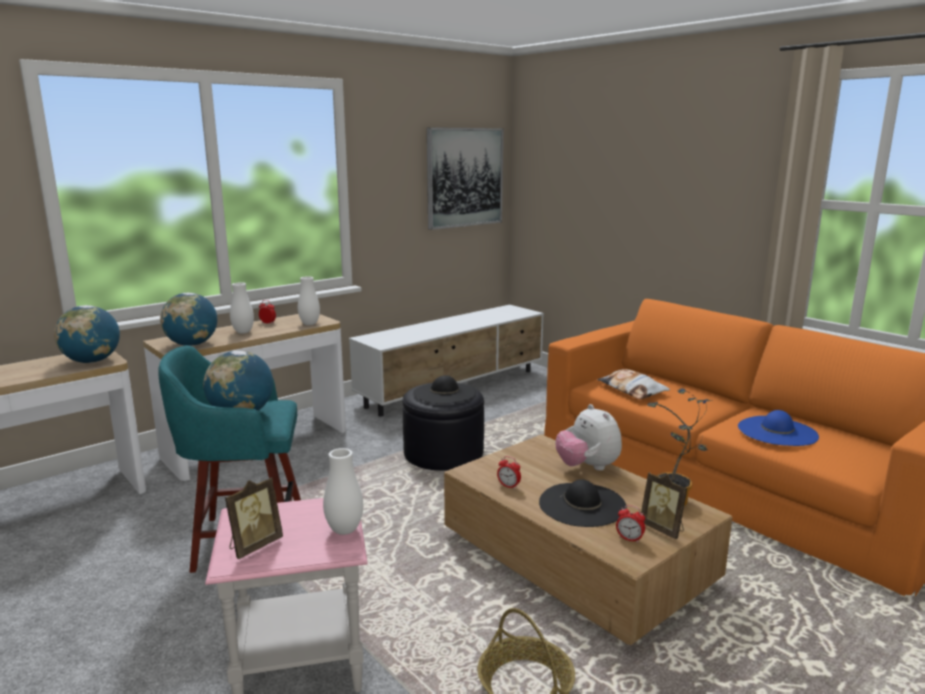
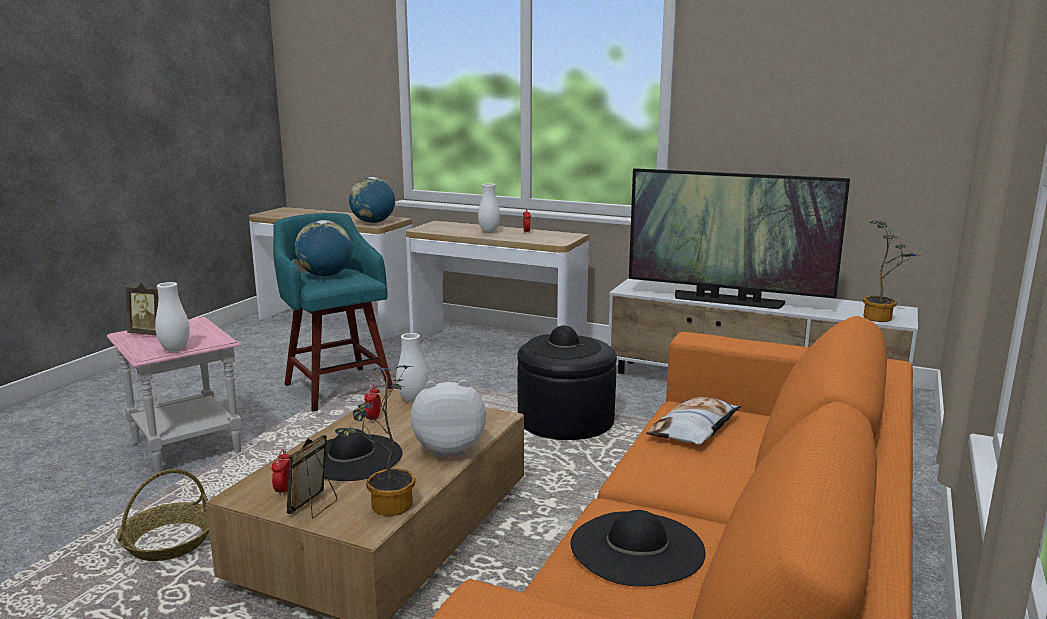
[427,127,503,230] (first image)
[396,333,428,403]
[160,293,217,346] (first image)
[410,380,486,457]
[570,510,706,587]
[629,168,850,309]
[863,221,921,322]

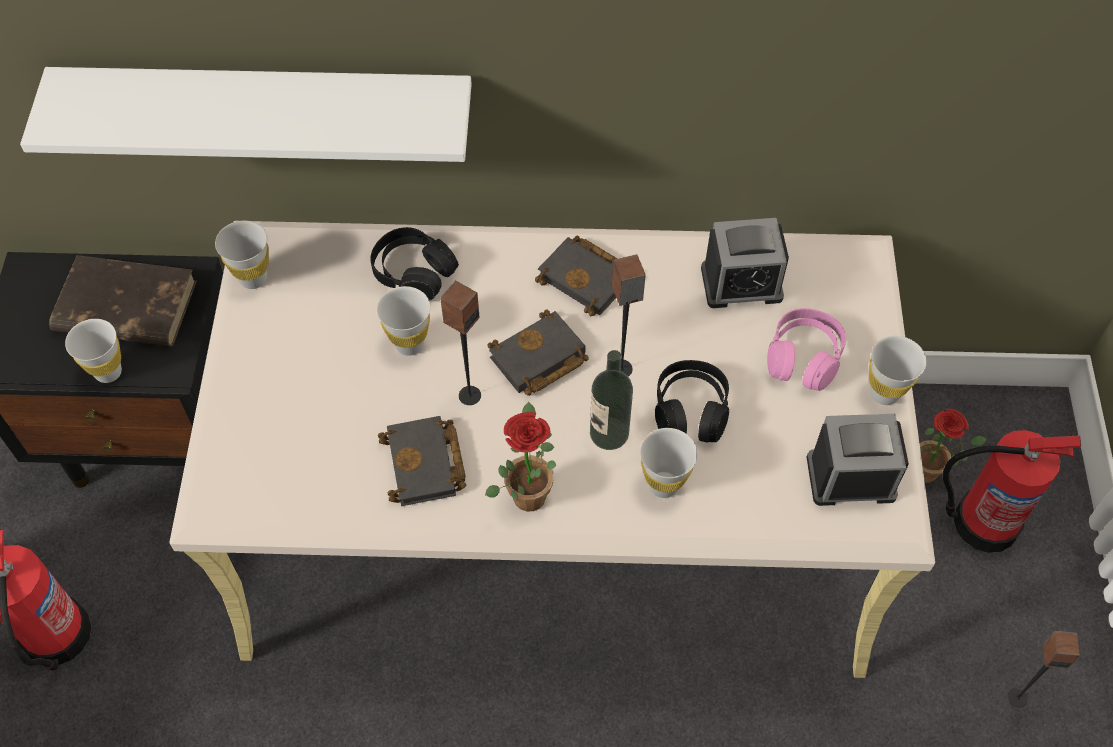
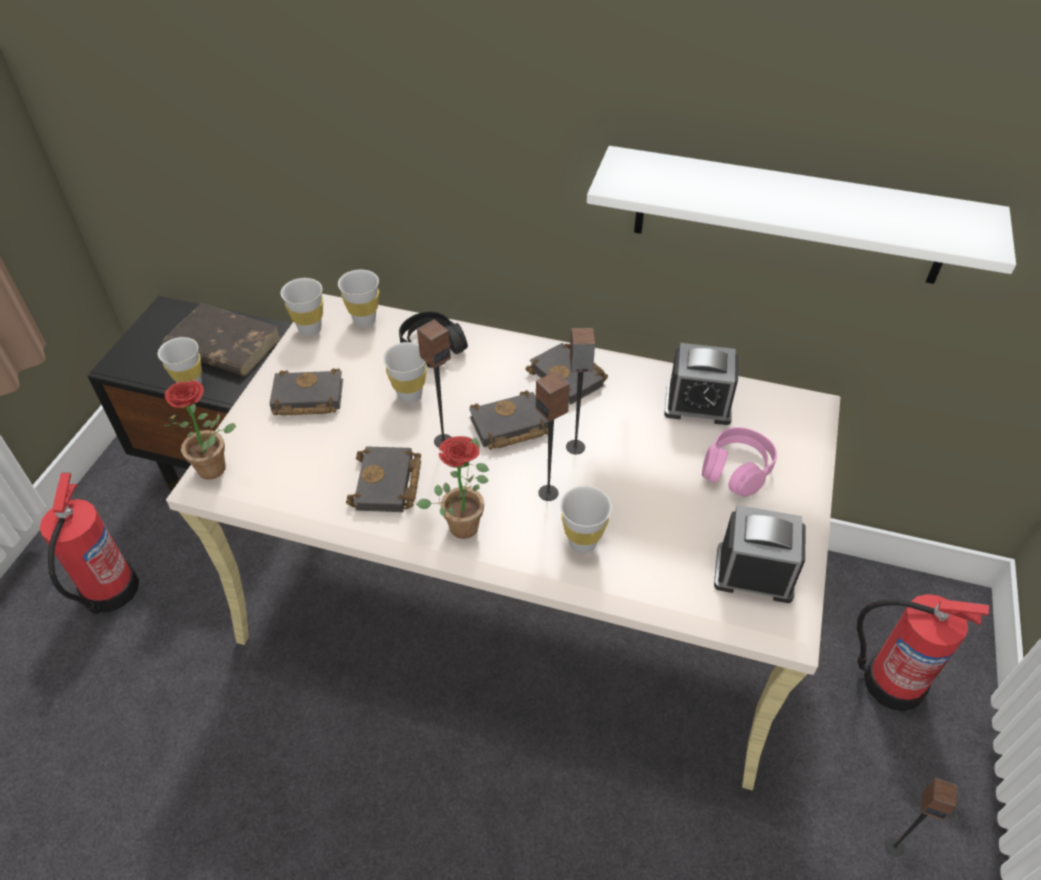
[587,146,1016,284]
[338,270,379,327]
[536,371,570,501]
[655,360,729,443] (first image)
[163,380,236,479]
[269,368,343,416]

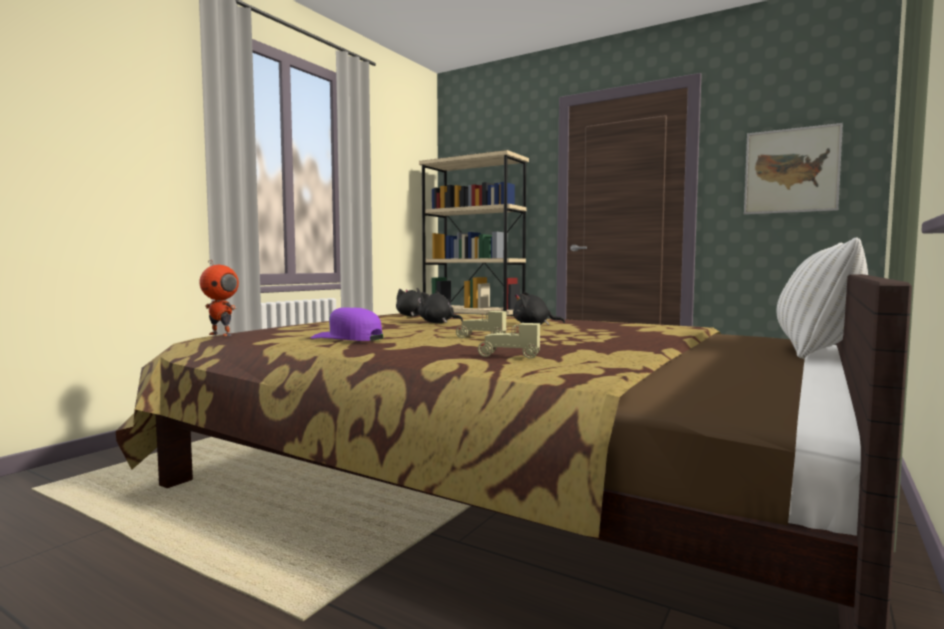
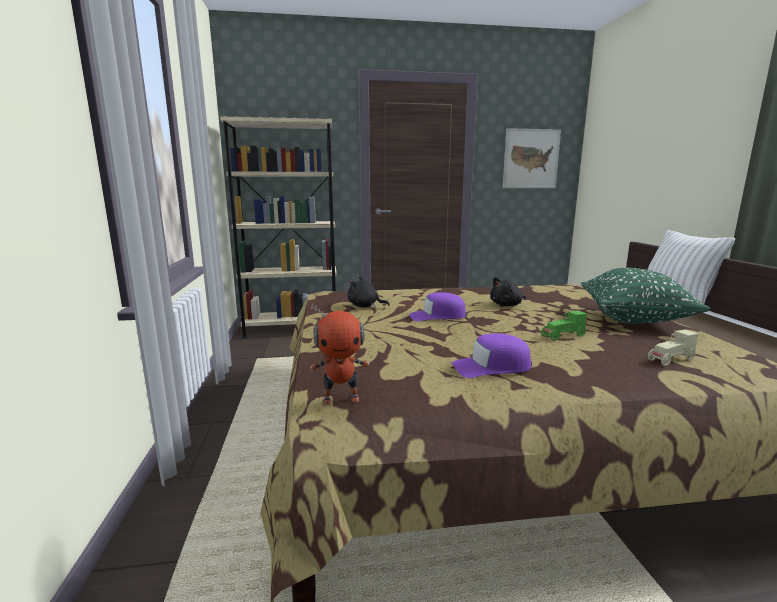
[409,292,467,321]
[541,311,587,341]
[581,267,710,324]

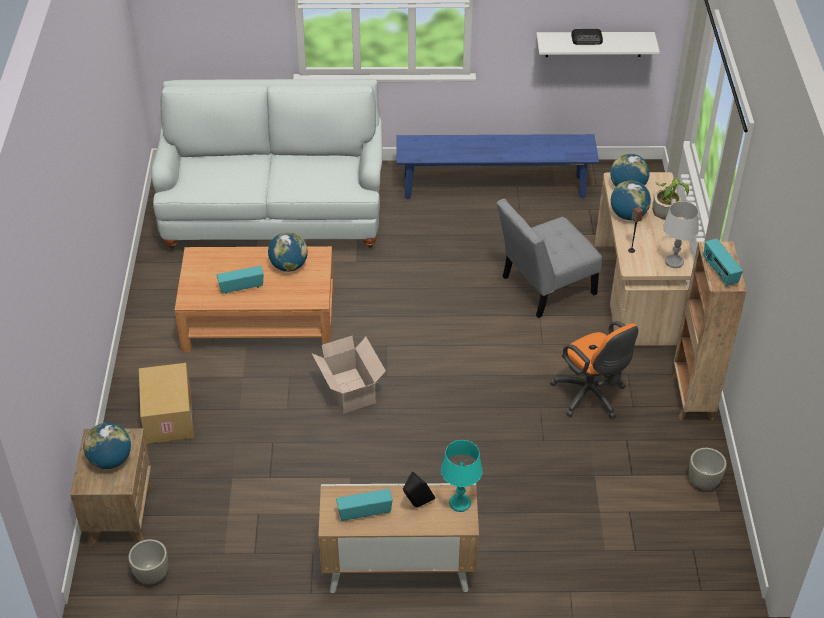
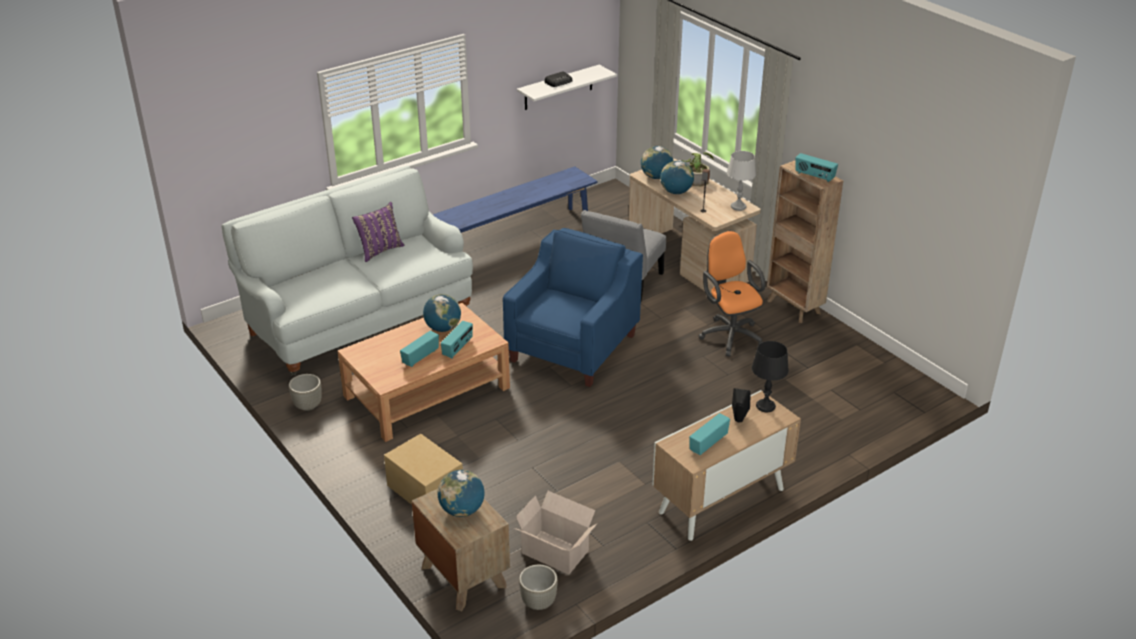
[699,231,766,356]
[514,491,598,574]
[752,341,789,412]
[289,374,322,411]
[352,202,405,262]
[503,228,643,387]
[441,321,473,358]

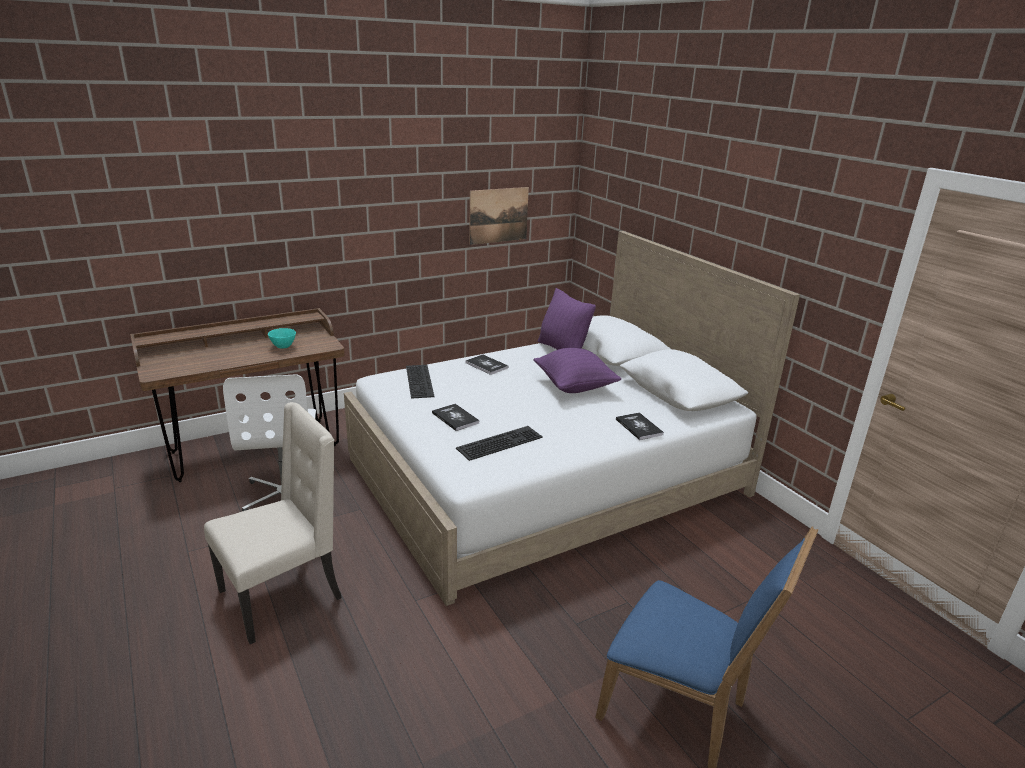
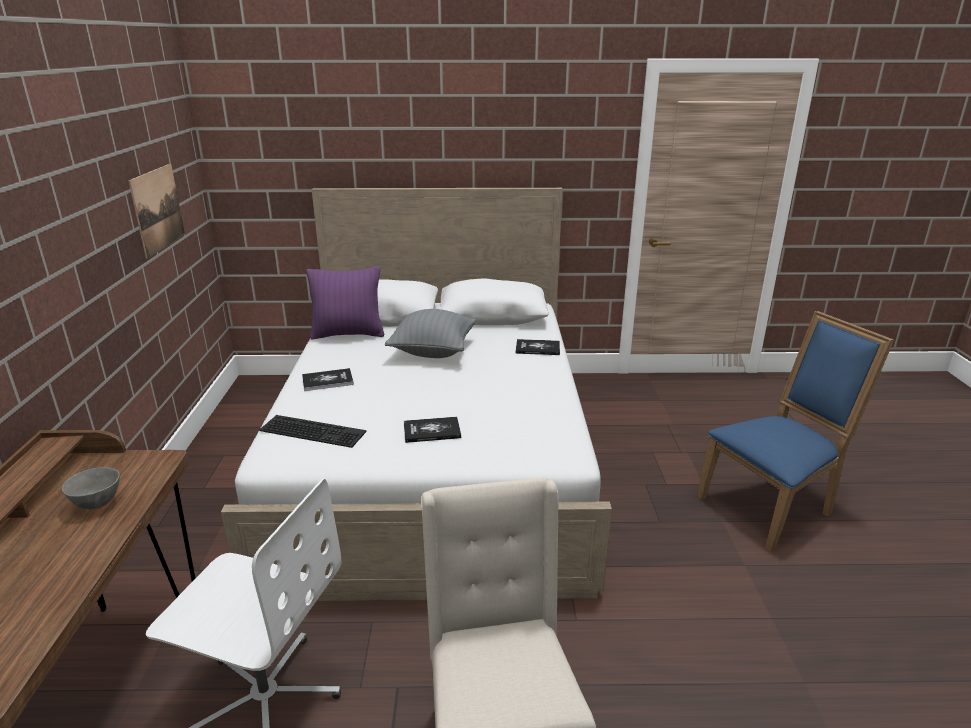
[62,467,120,510]
[385,309,476,358]
[456,426,543,461] (first image)

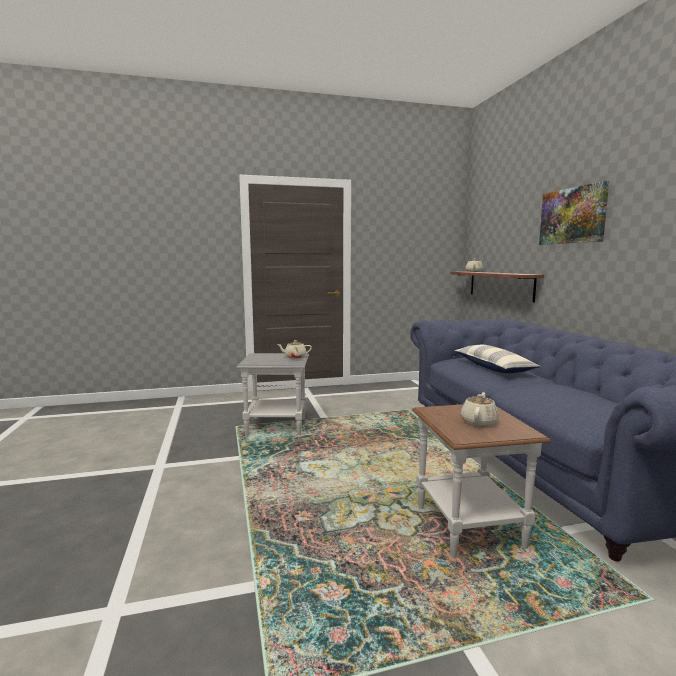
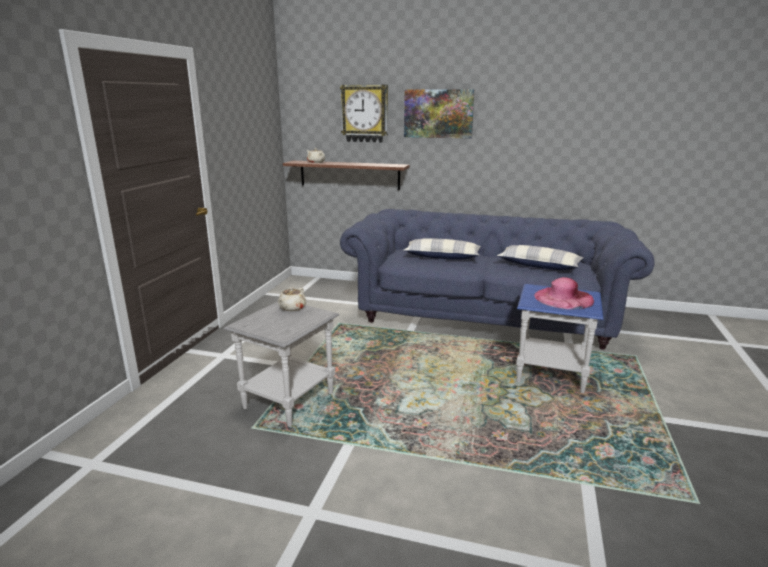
[534,277,594,310]
[516,284,604,393]
[340,85,388,142]
[497,245,583,270]

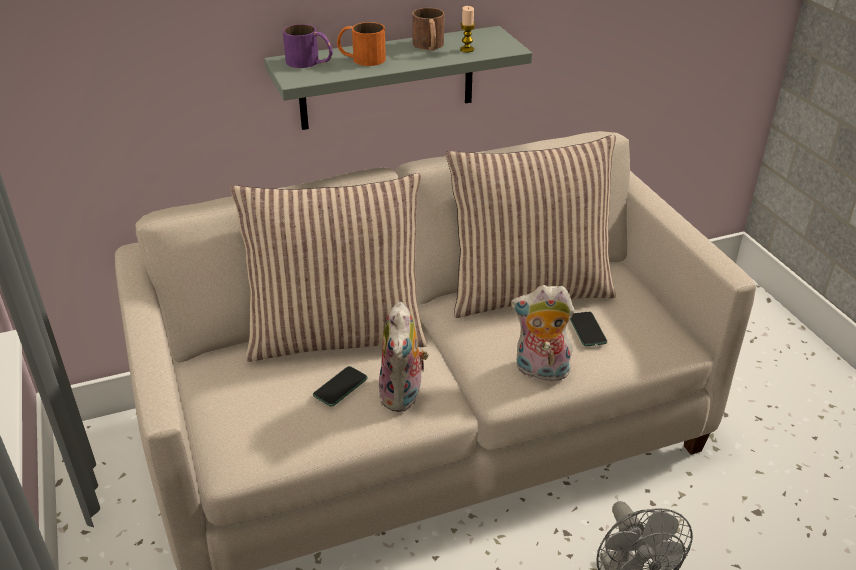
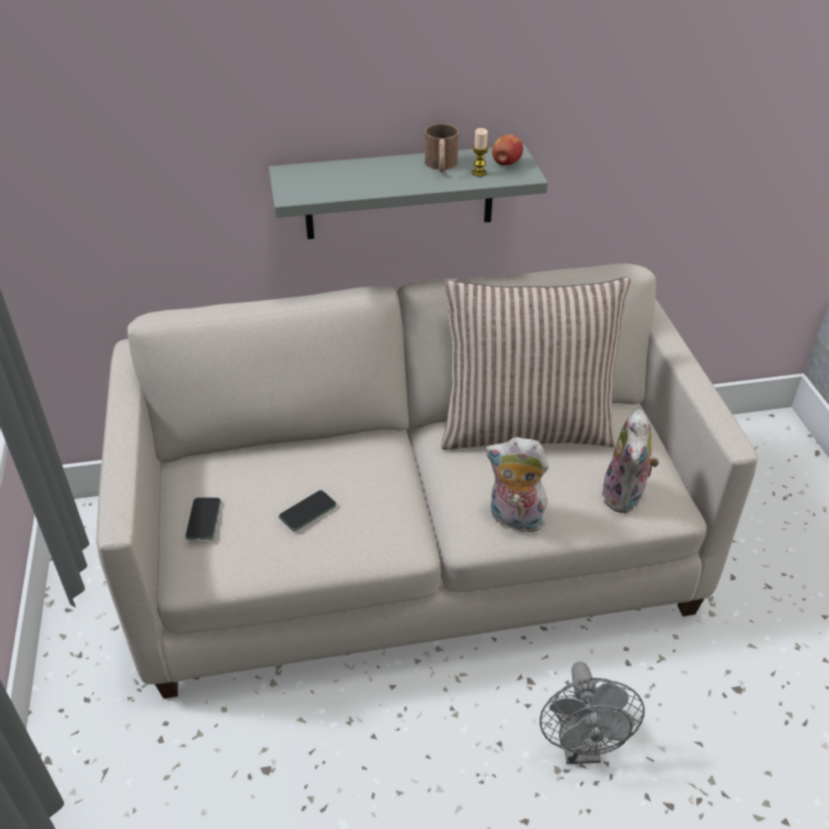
[337,22,386,66] (first image)
[283,24,333,68] (first image)
[231,173,427,362] (first image)
[601,409,659,513]
[185,498,221,540]
[492,134,523,165]

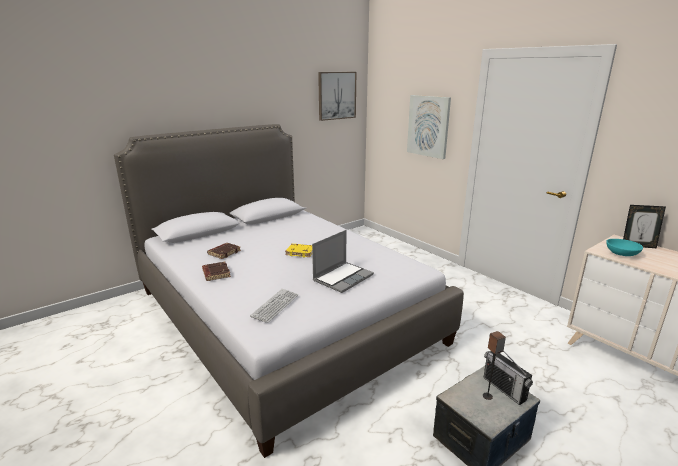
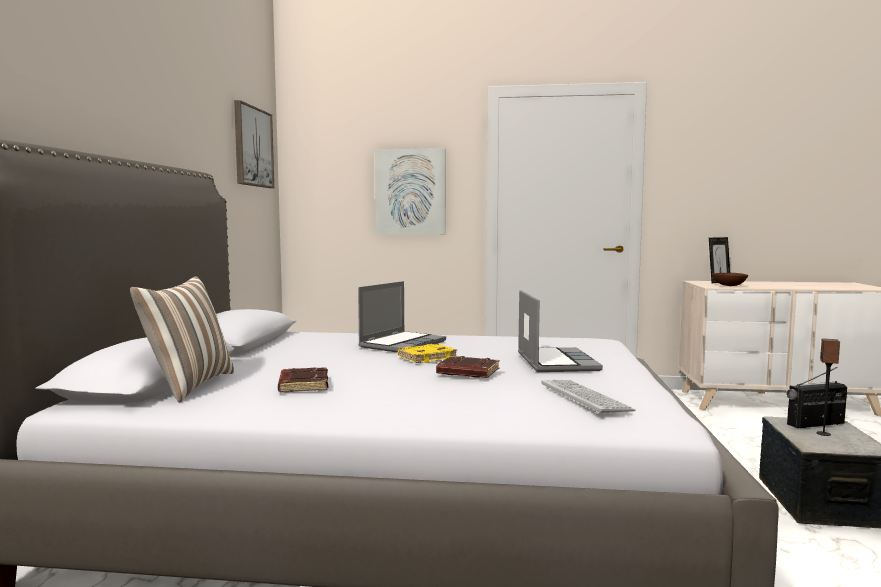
[712,273,748,286]
[436,356,499,378]
[786,367,847,428]
[130,276,234,403]
[358,281,446,353]

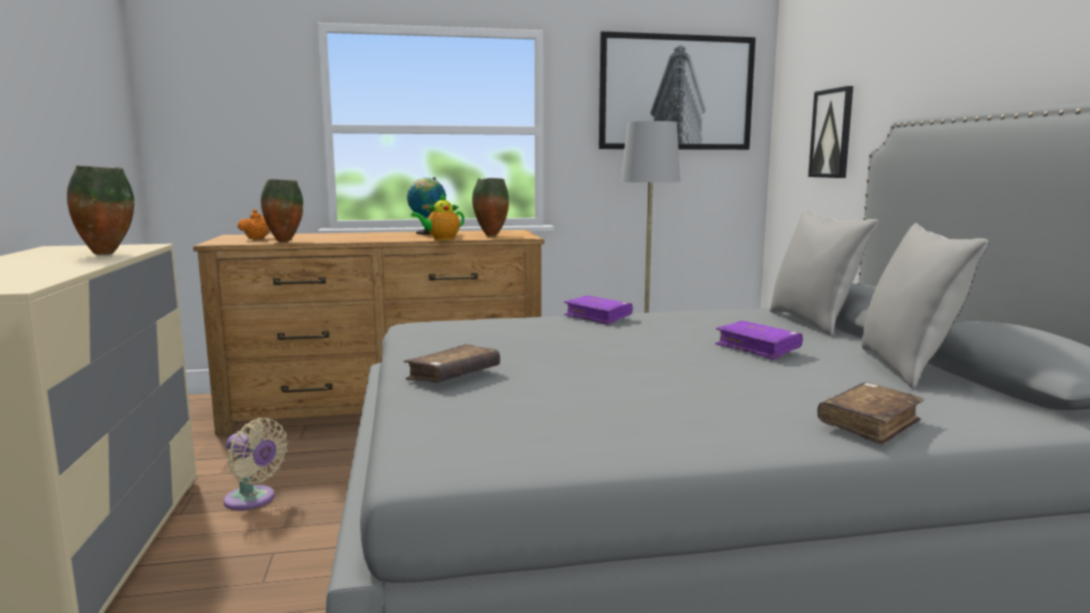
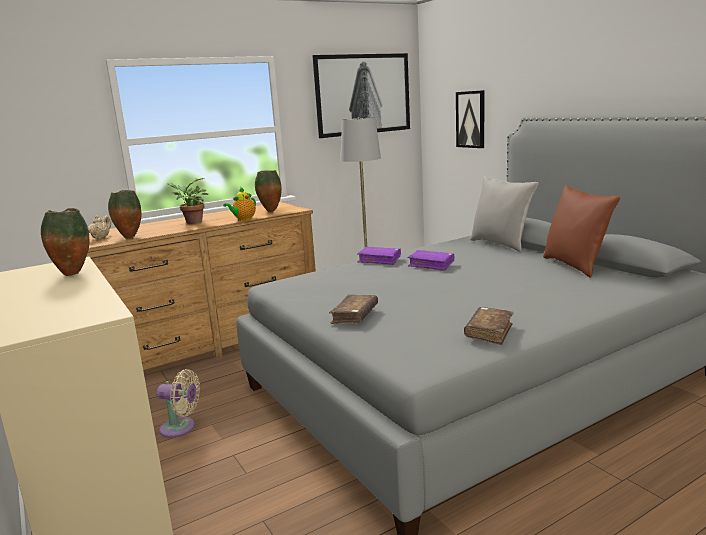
[407,177,446,235] (first image)
[88,215,111,239]
[543,185,620,278]
[408,250,455,271]
[464,307,514,345]
[169,178,208,224]

